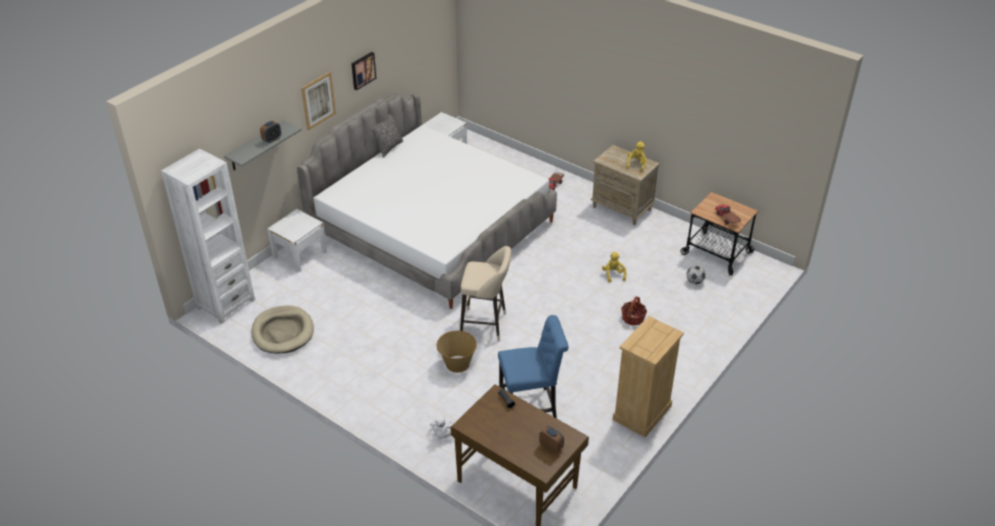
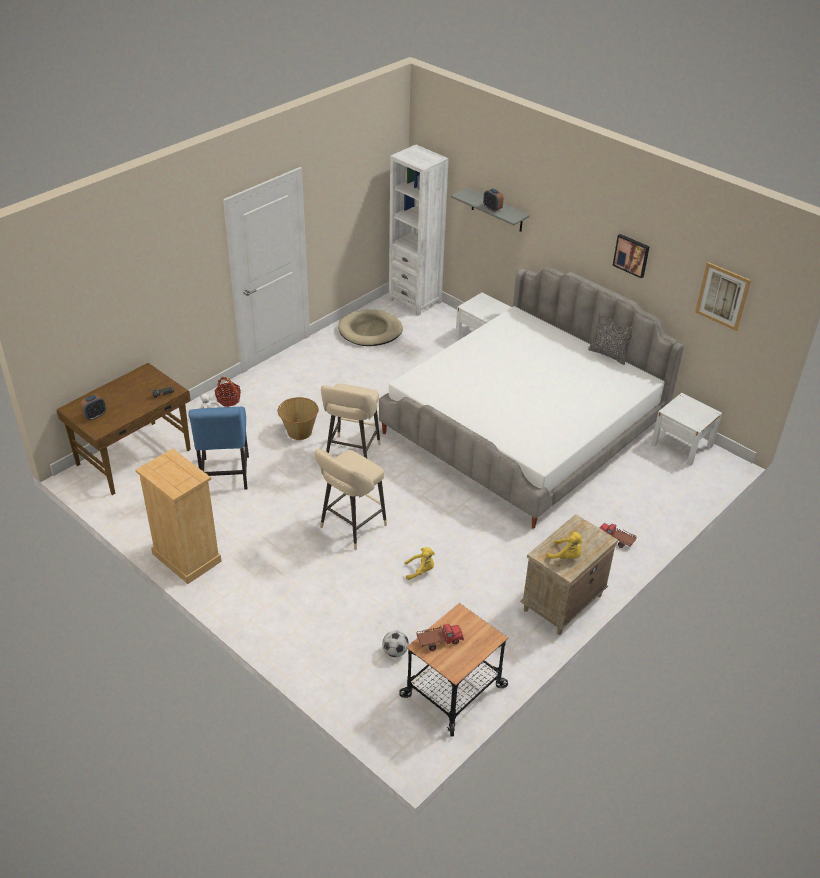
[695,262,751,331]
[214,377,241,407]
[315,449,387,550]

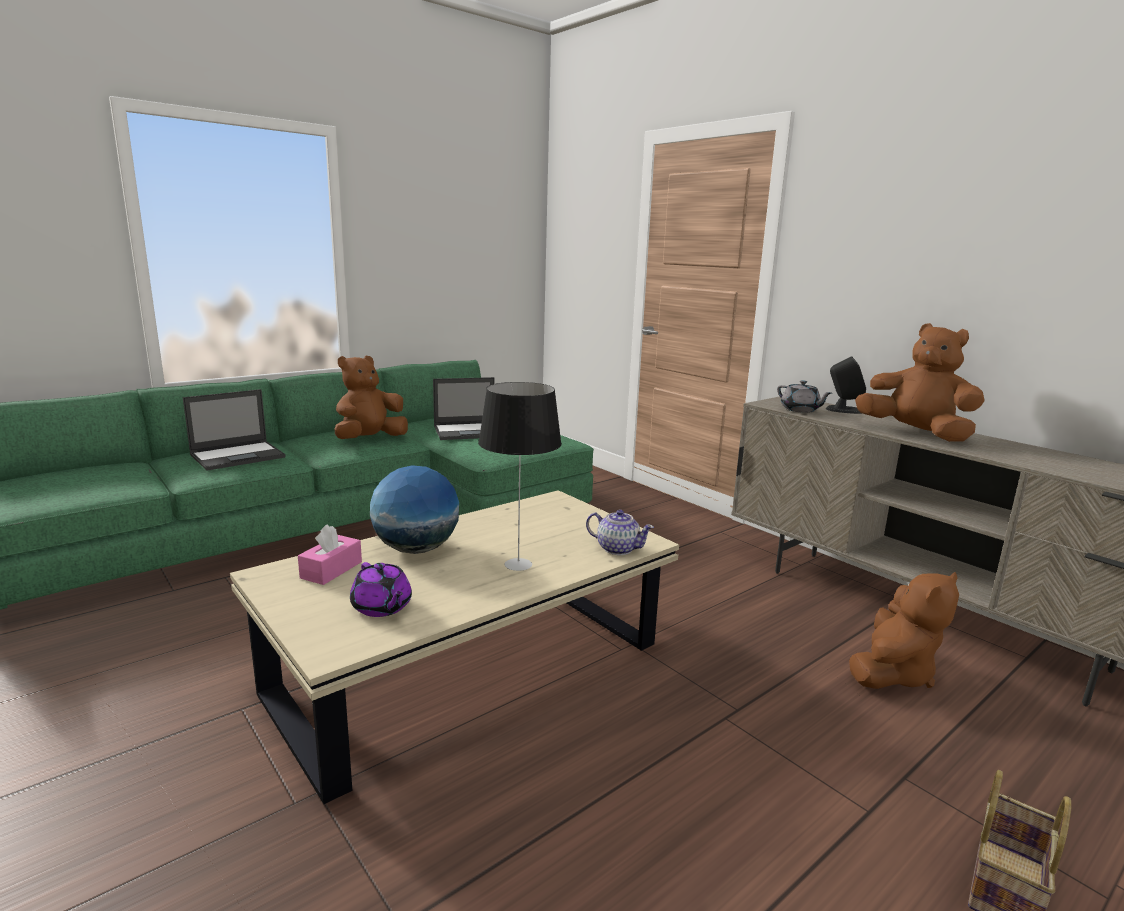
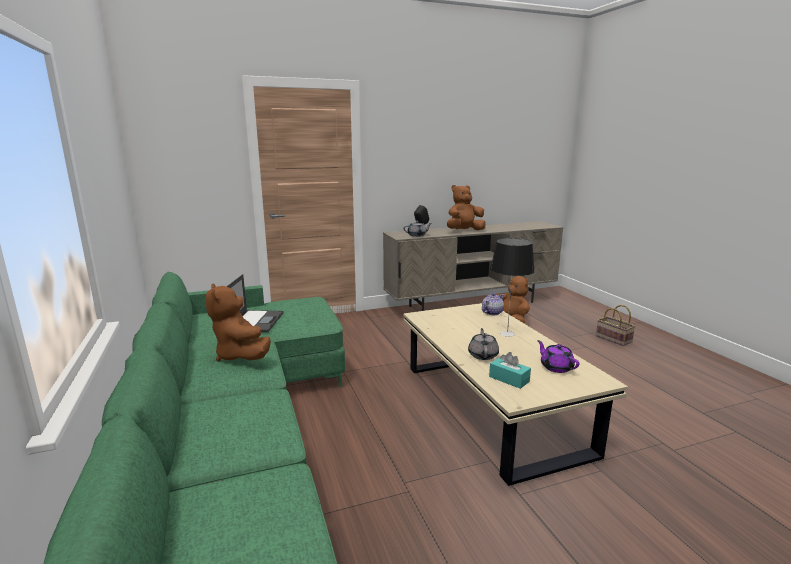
[183,389,285,471] (first image)
[468,328,499,360]
[489,352,531,389]
[537,340,580,373]

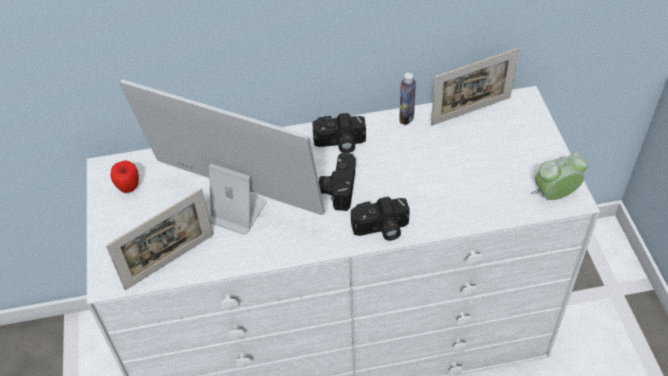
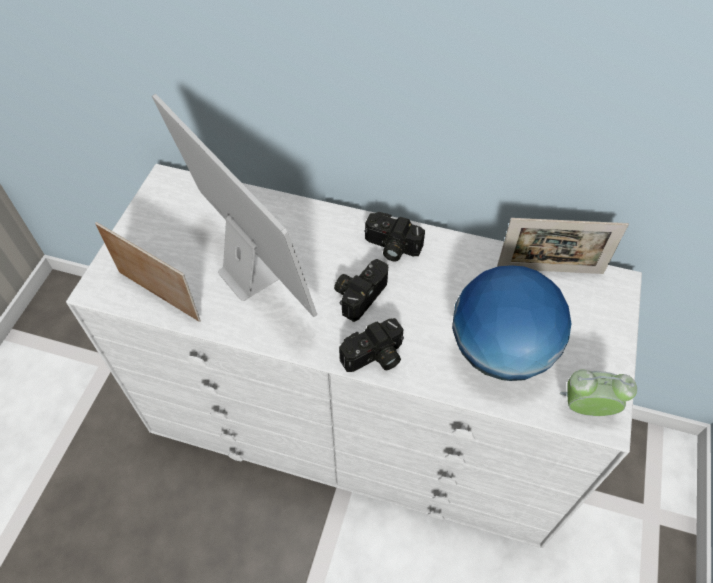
[399,73,416,125] (first image)
[110,161,139,193] (first image)
[95,222,201,322]
[339,318,404,372]
[452,265,572,381]

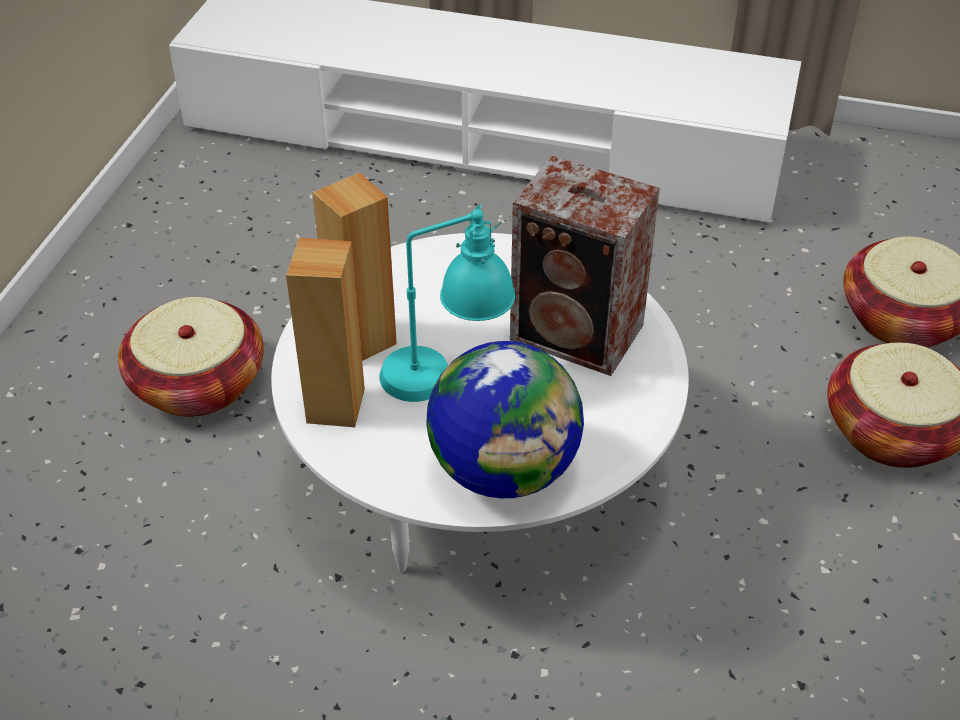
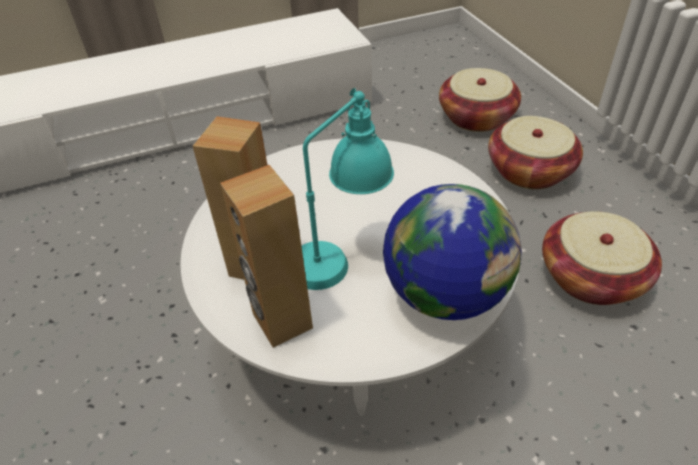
[510,156,660,376] (first image)
[542,211,662,305]

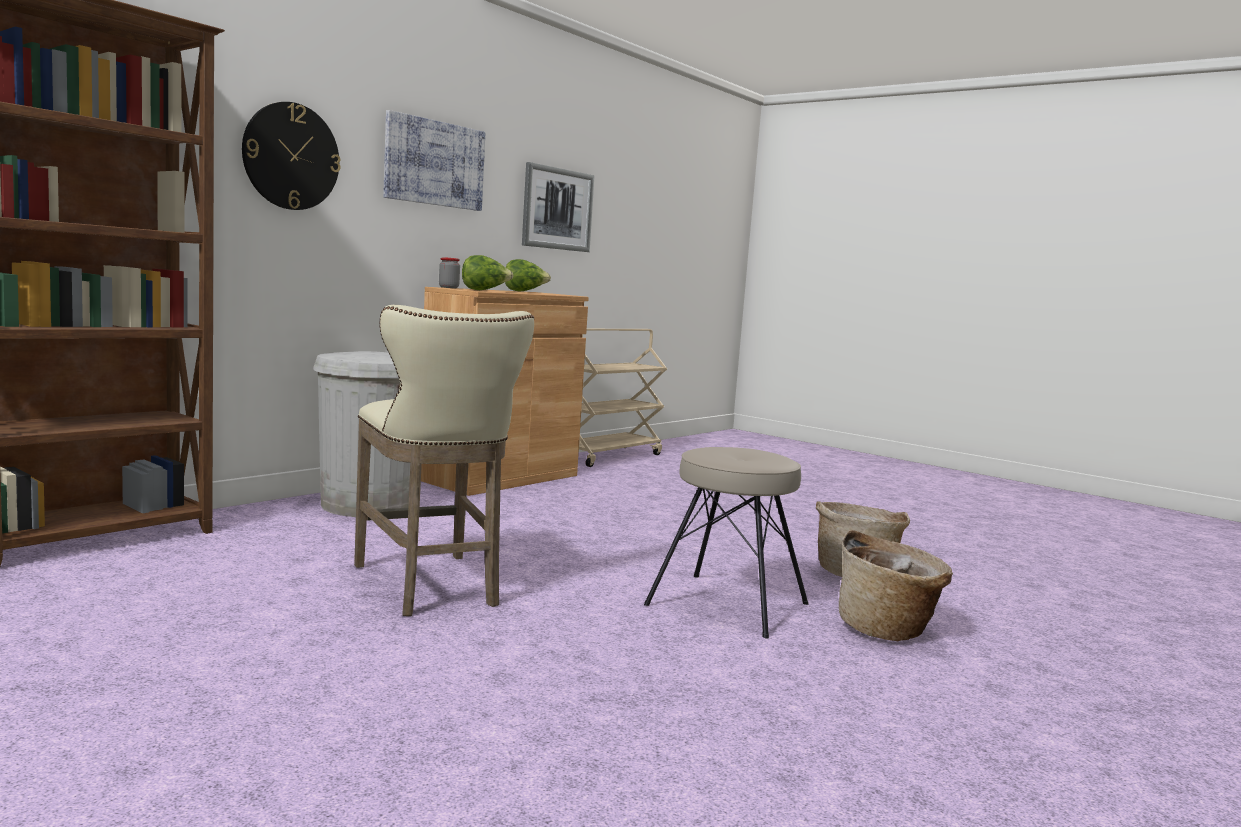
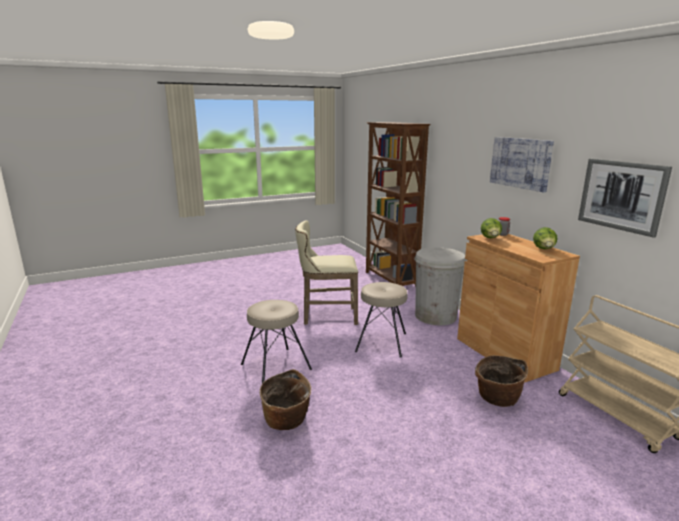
[242,102,341,210] (first image)
[475,355,528,407]
[355,282,407,358]

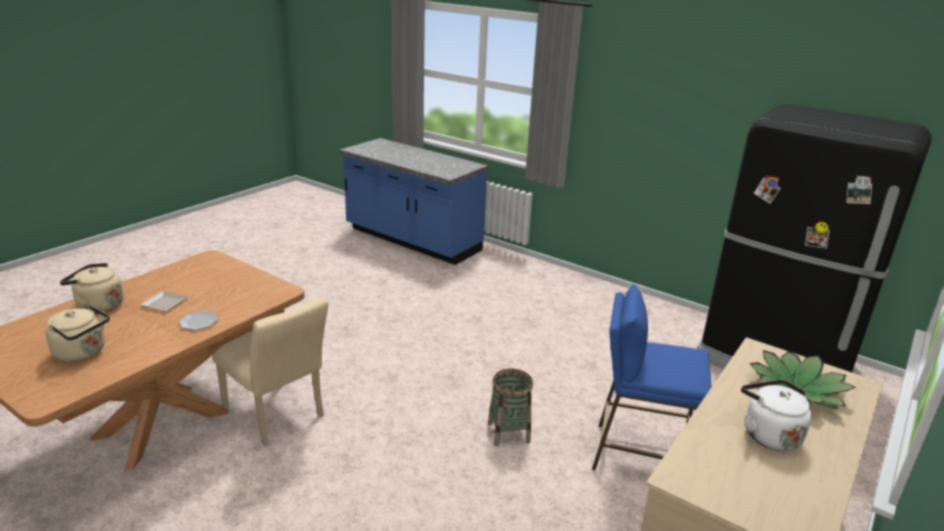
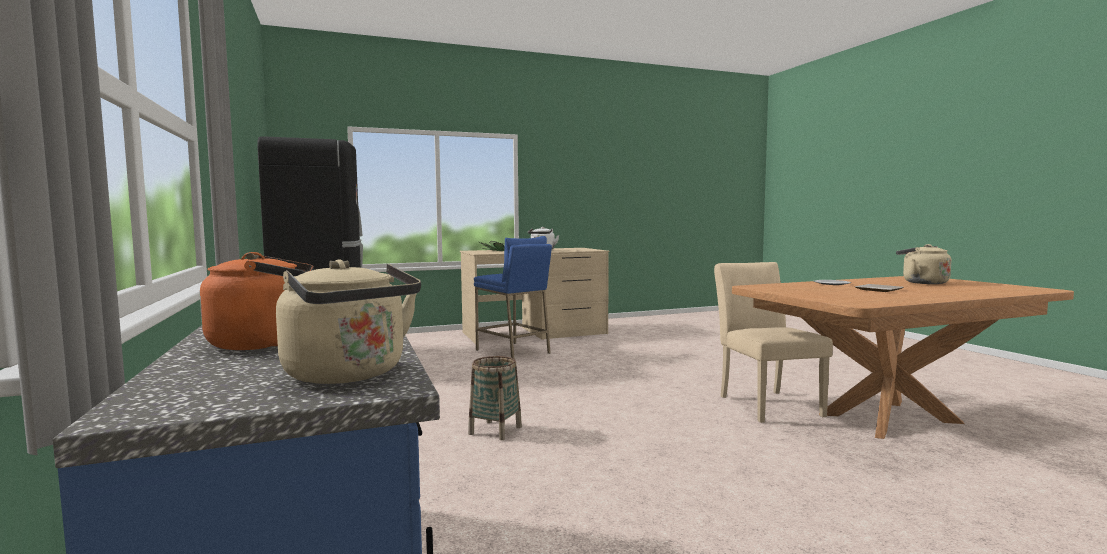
[276,259,421,384]
[468,356,522,440]
[200,252,314,350]

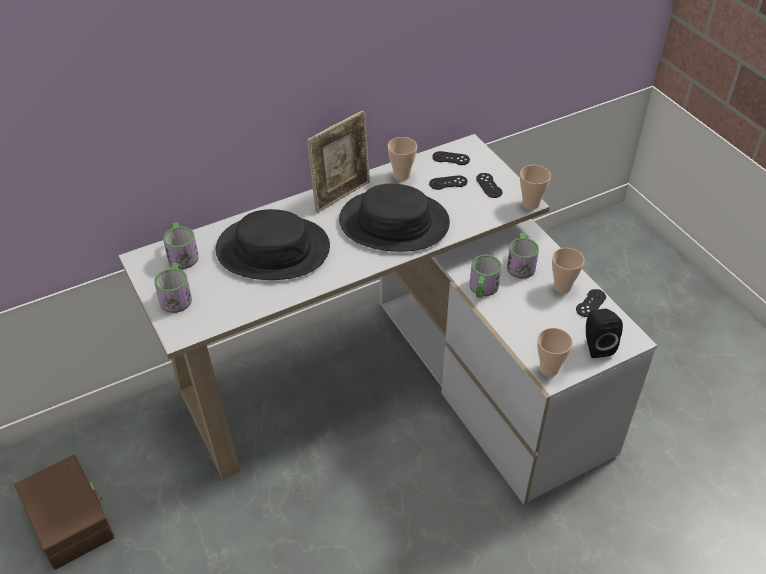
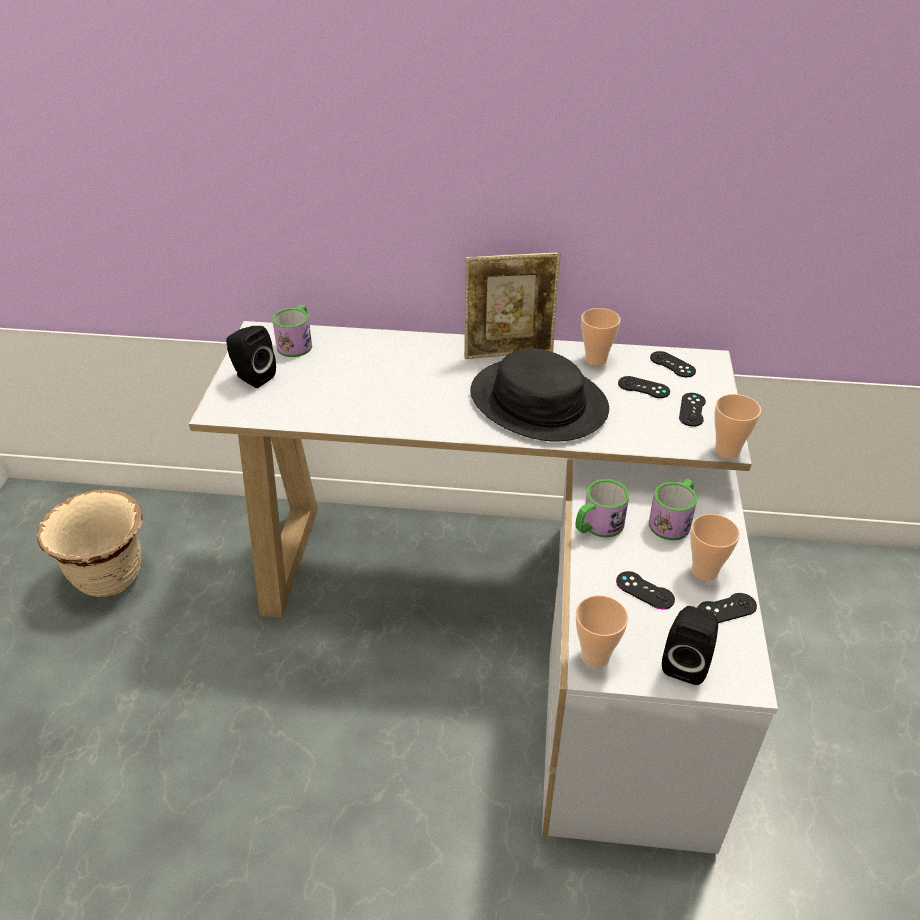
[216,209,330,280] (first image)
[226,326,276,388]
[37,489,143,597]
[616,571,675,609]

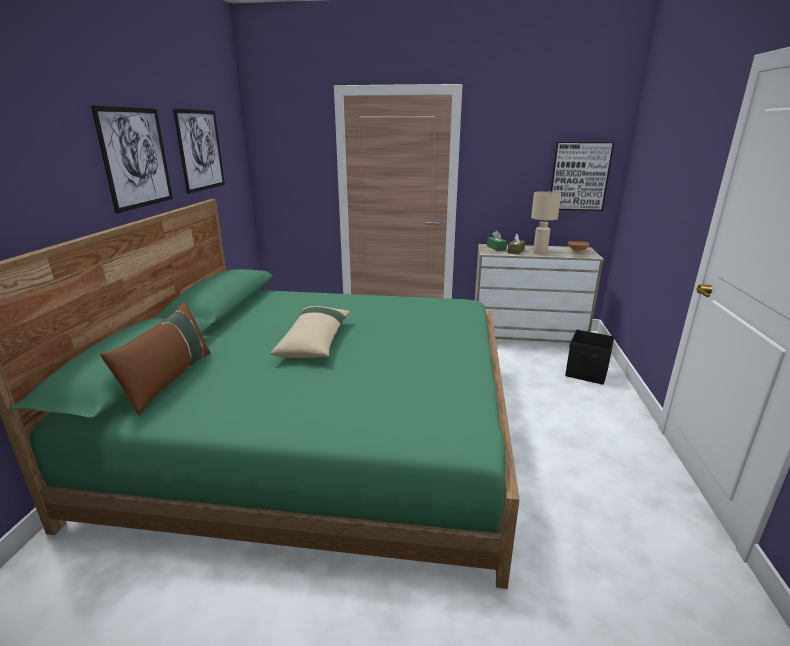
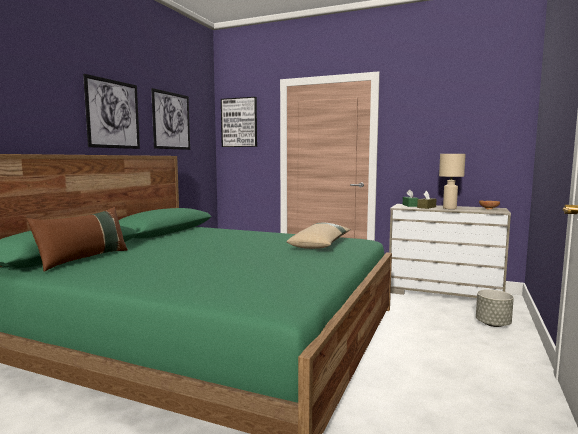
[221,97,257,147]
[287,222,351,249]
[476,289,514,327]

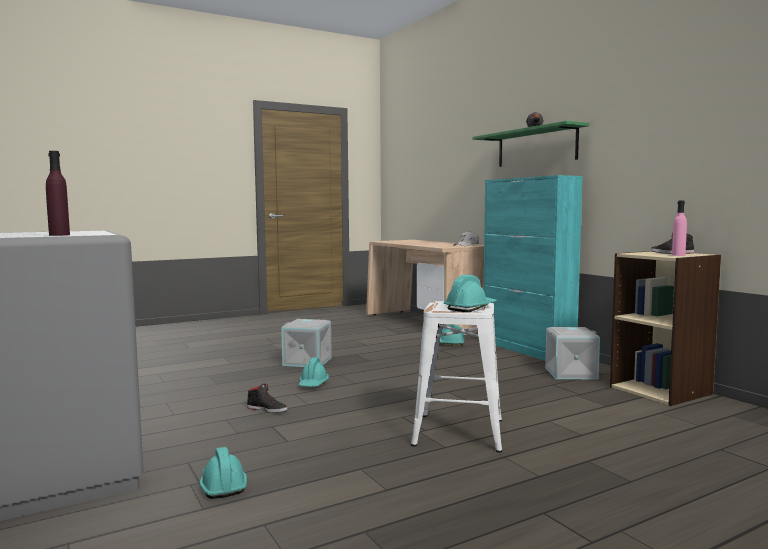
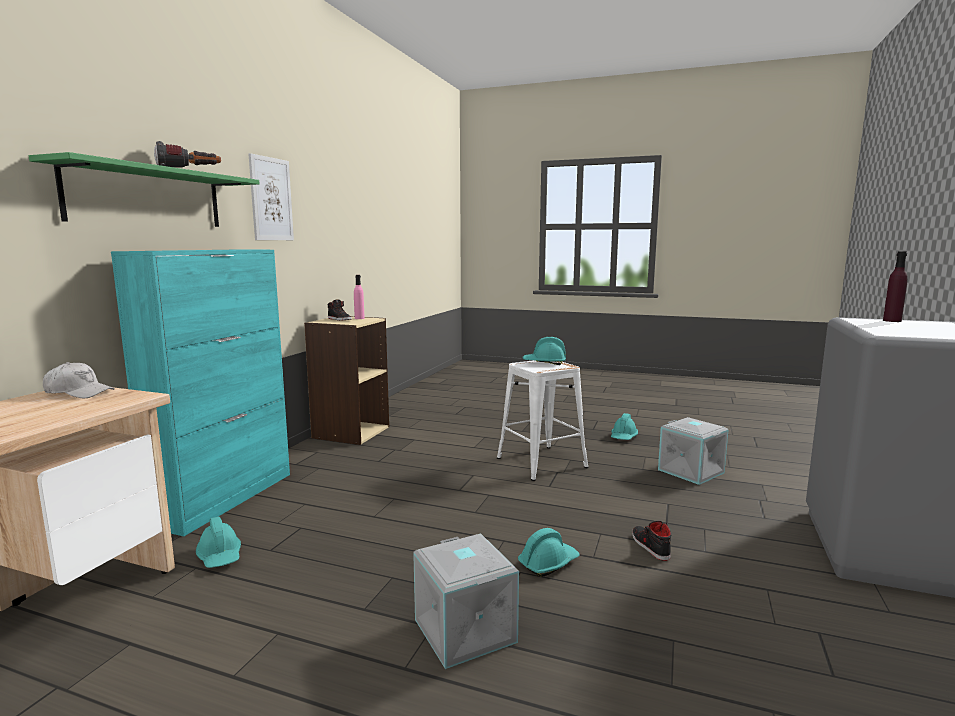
[658,417,729,485]
[611,413,638,440]
[249,153,294,240]

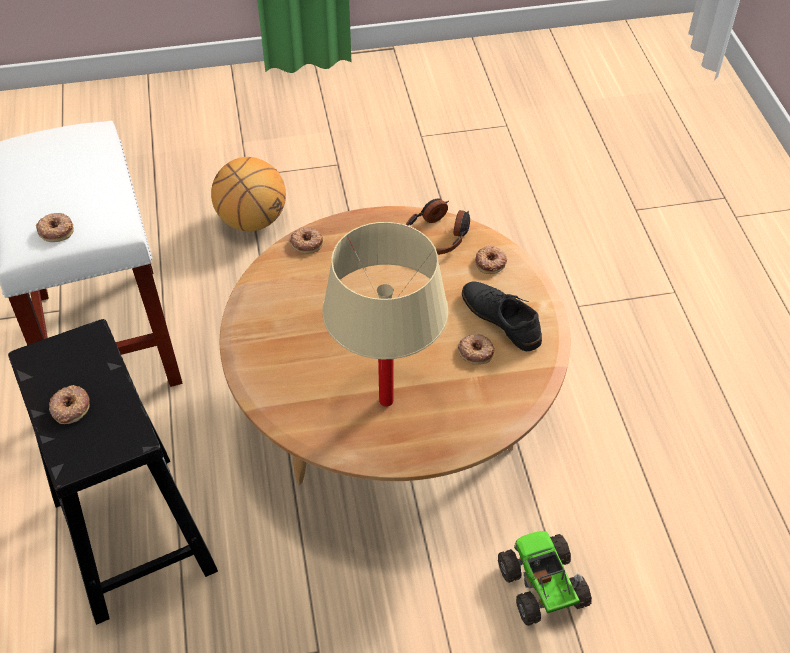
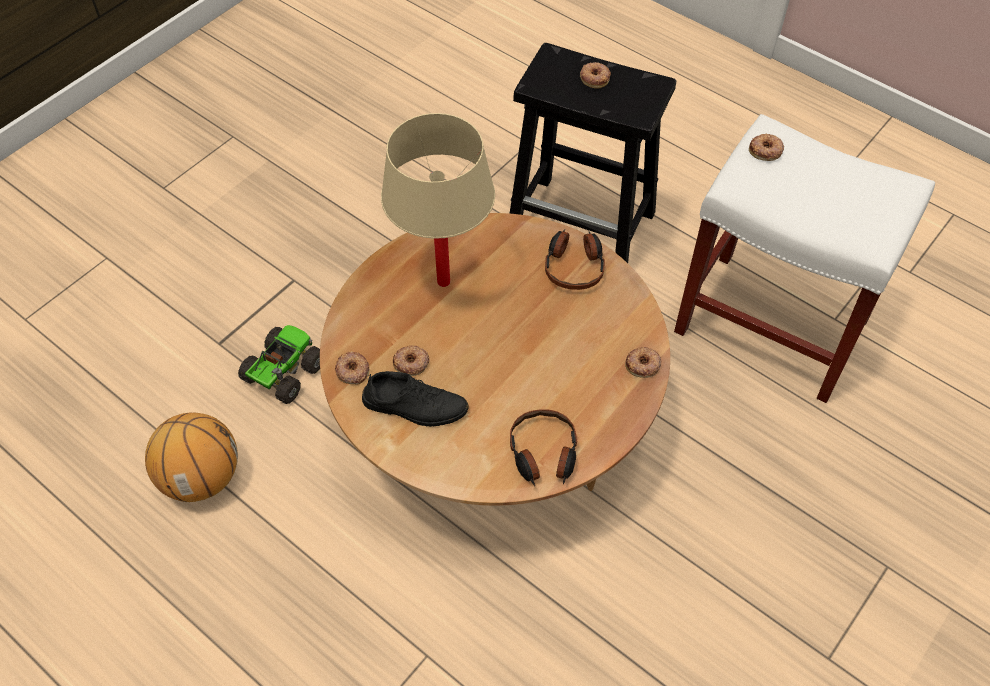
[145,413,238,502]
[335,351,370,384]
[238,325,320,404]
[545,229,605,290]

